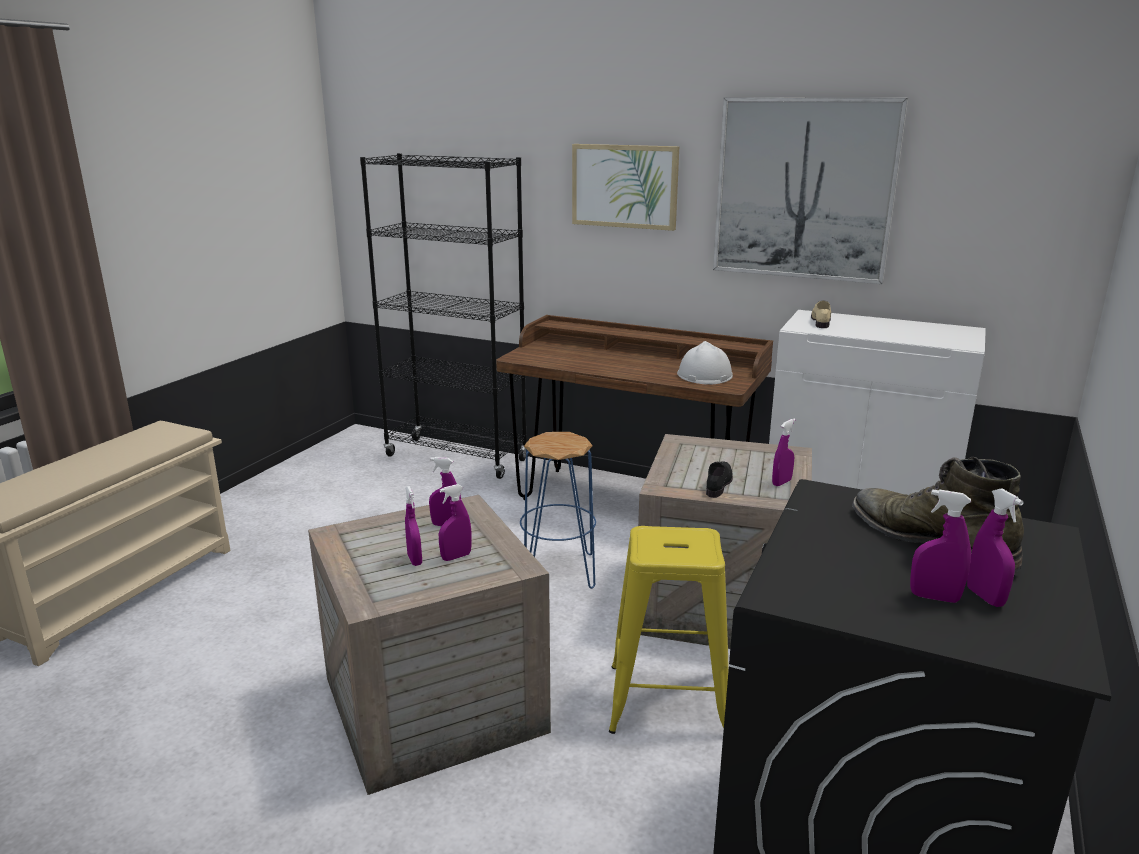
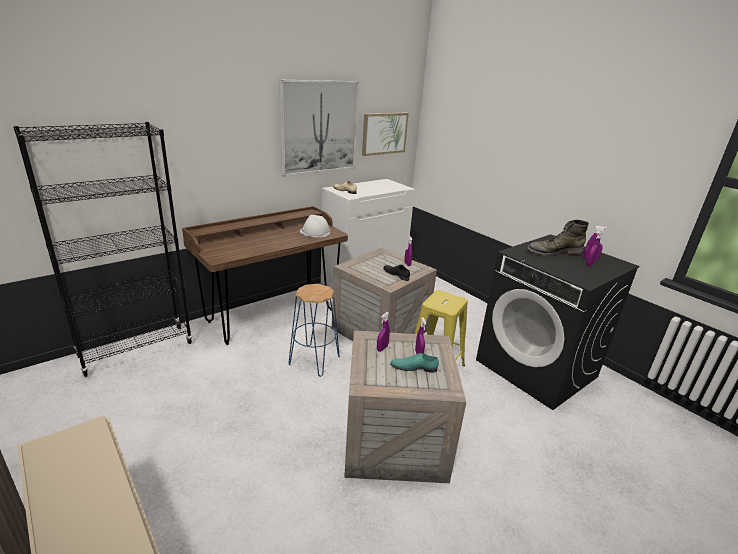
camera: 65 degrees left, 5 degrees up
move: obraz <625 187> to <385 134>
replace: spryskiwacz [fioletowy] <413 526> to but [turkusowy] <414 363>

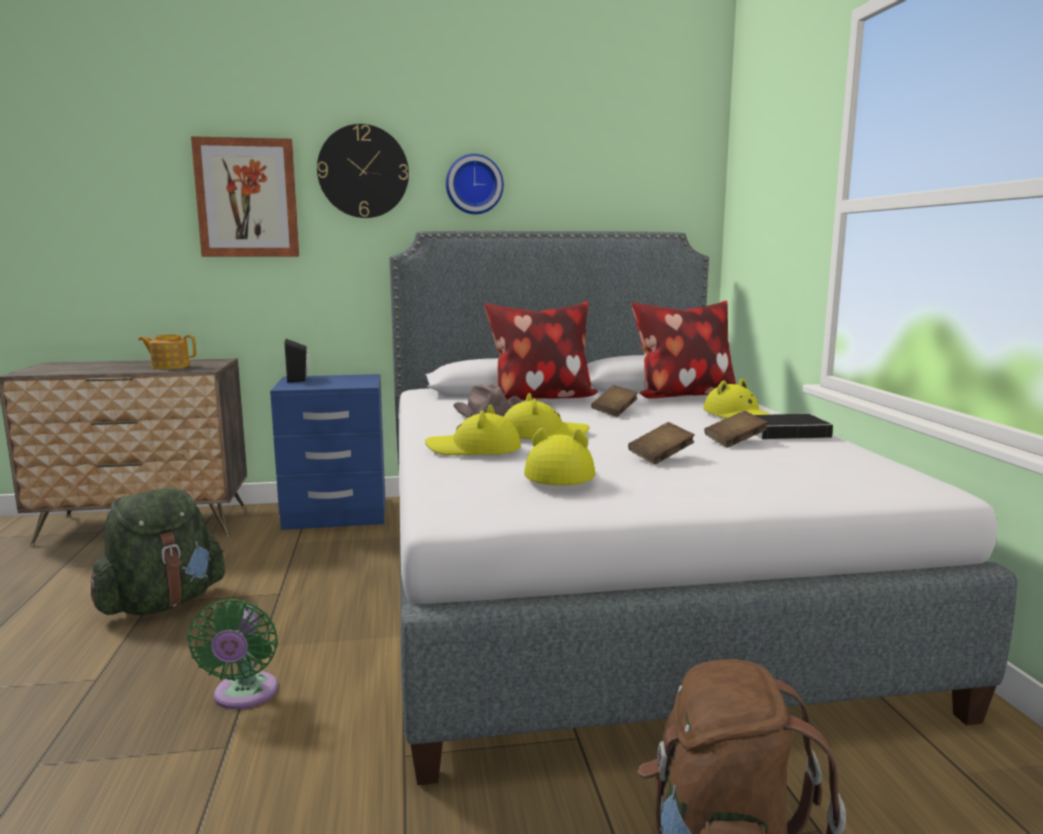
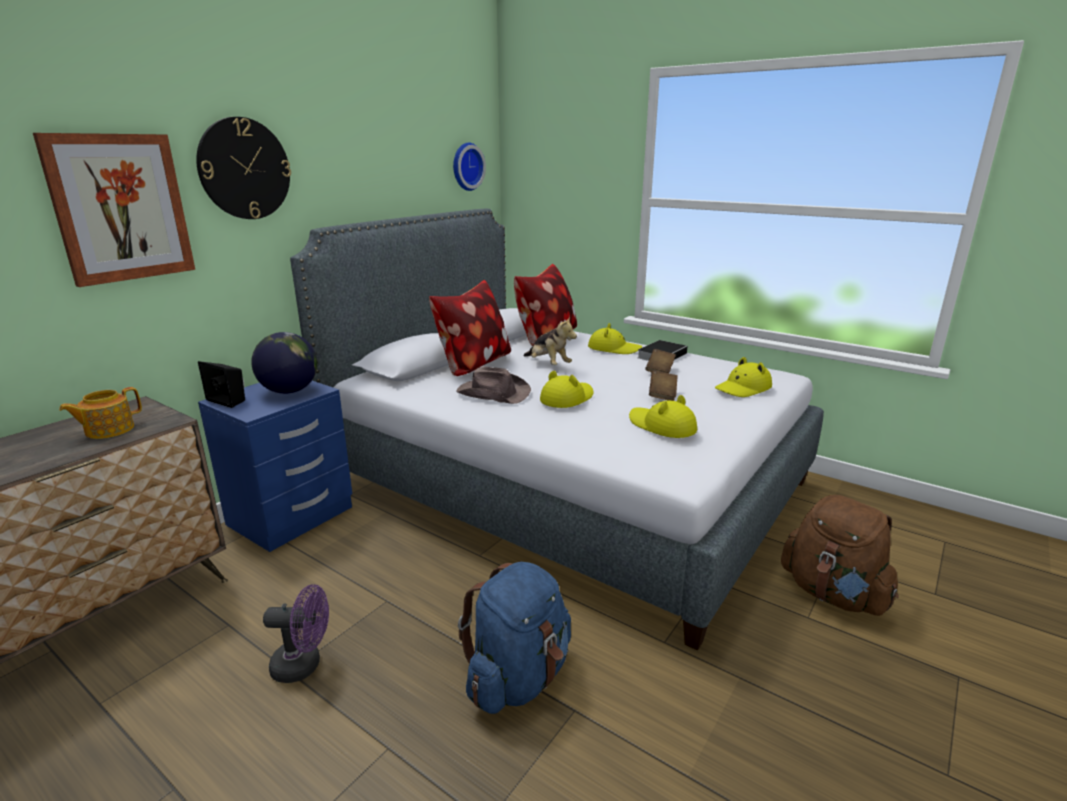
camera: 45 degrees left, 10 degrees up
insert: globus <284 363>
move: zegar ścienny <475 184> to <469 167>; kapelusz [żółty] <473 429> to <743 377>
replace: plecak [zielony] <157 551> to wentylator [fioletowy] <296 633>; wentylator [zielony] <232 654> to plecak [niebieski] <514 638>; książka [brązowy] <614 401> to pluszak <550 340>

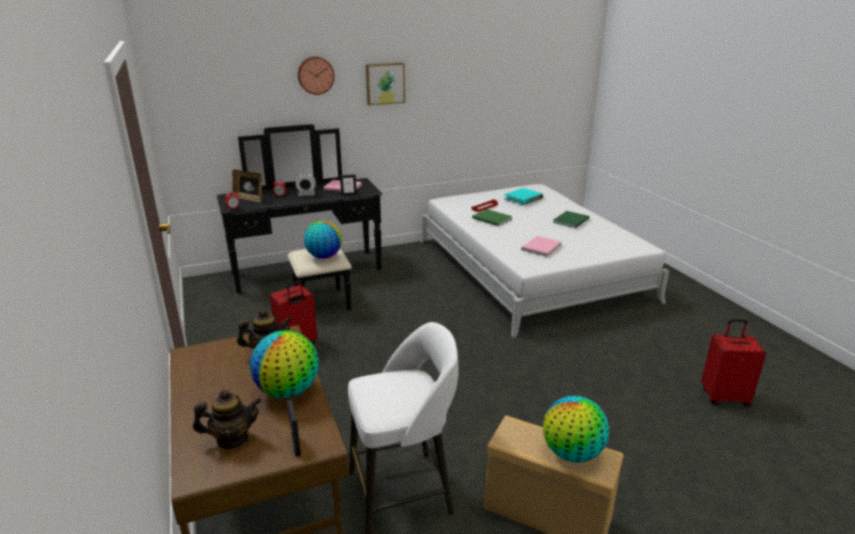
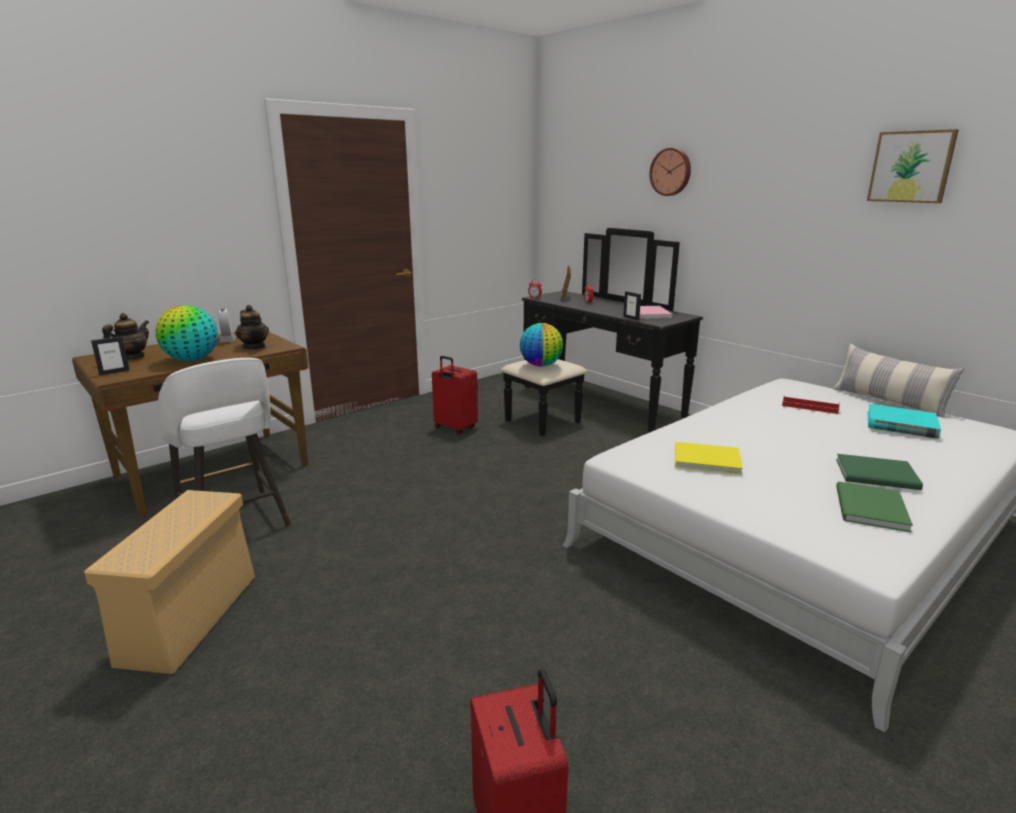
camera: 70 degrees right, 5 degrees down
delete: globus <576 429>
insert: poduszka <898 381>
move: budzik <305 184> to <227 326>; książka [zielony] <492 217> to <874 507>; obraz <385 84> to <913 166>
recolor: książka [różowy] <541 246> to książka [żółty] <709 458>
rotate: imbryk <227 419> = <125 336> 120 degrees counterclockwise

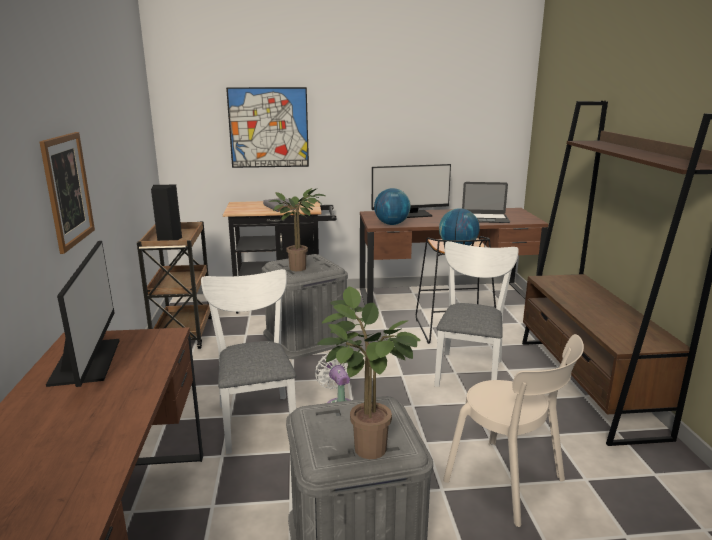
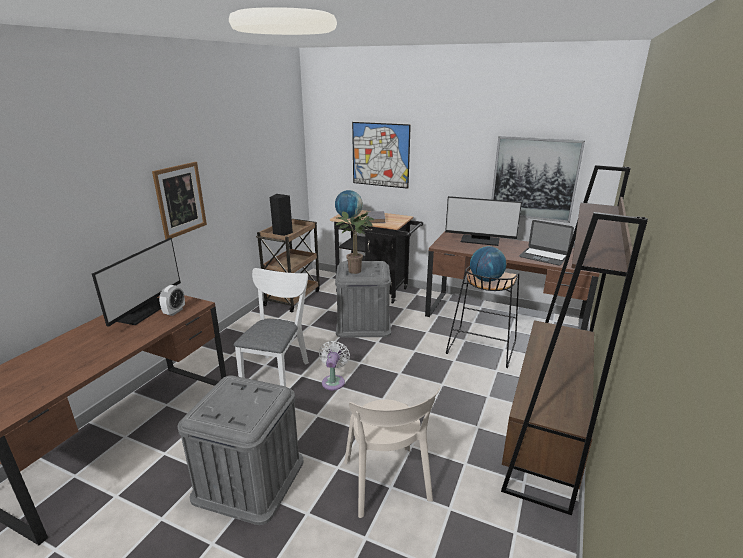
camera: 30 degrees right, 5 degrees up
delete: roślina doniczkowa <369 372>; krzesło [biały] <476 314>
insert: budzik <172 300>; obraz <538 179>
move: globus <392 206> to <349 204>

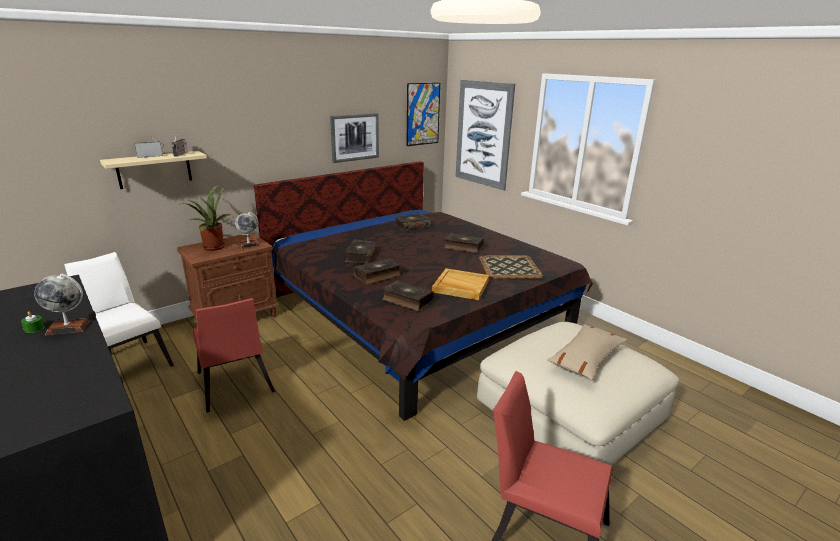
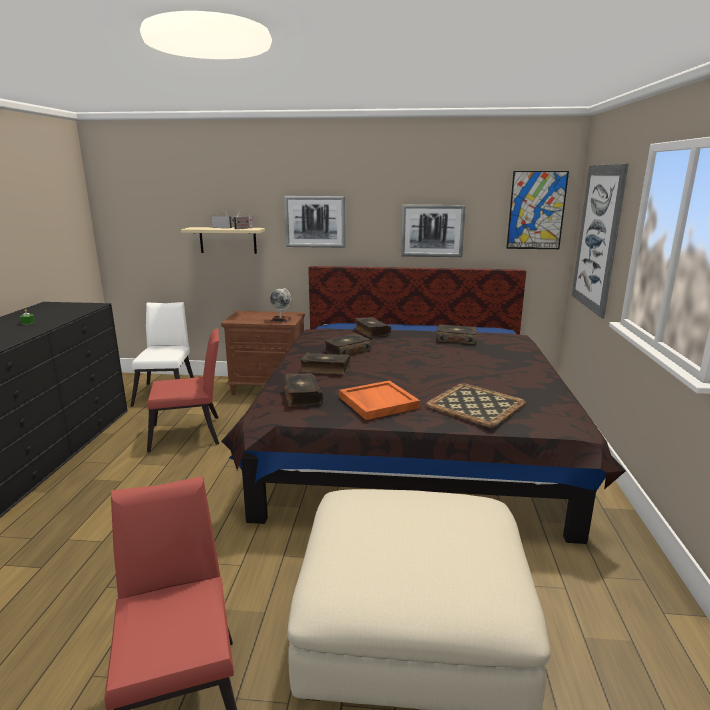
camera: 45 degrees right, 5 degrees down
delete: globus <62 305>; roślina doniczkowa <209 217>; poduszka [beżowy] <587 352>
insert: obraz <315 222>
move: książka <464 243> to <372 327>
recolor: taca [beżowy] <460 284> to taca [pomarańczowy] <379 400>
rotate: krzesło [czerwony] <234 355> = <183 390> 120 degrees counterclockwise

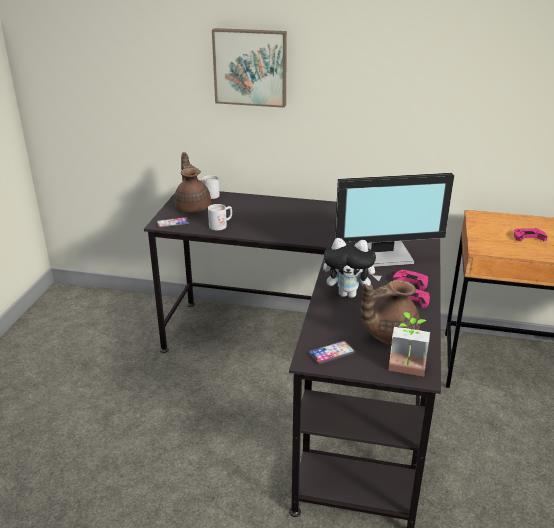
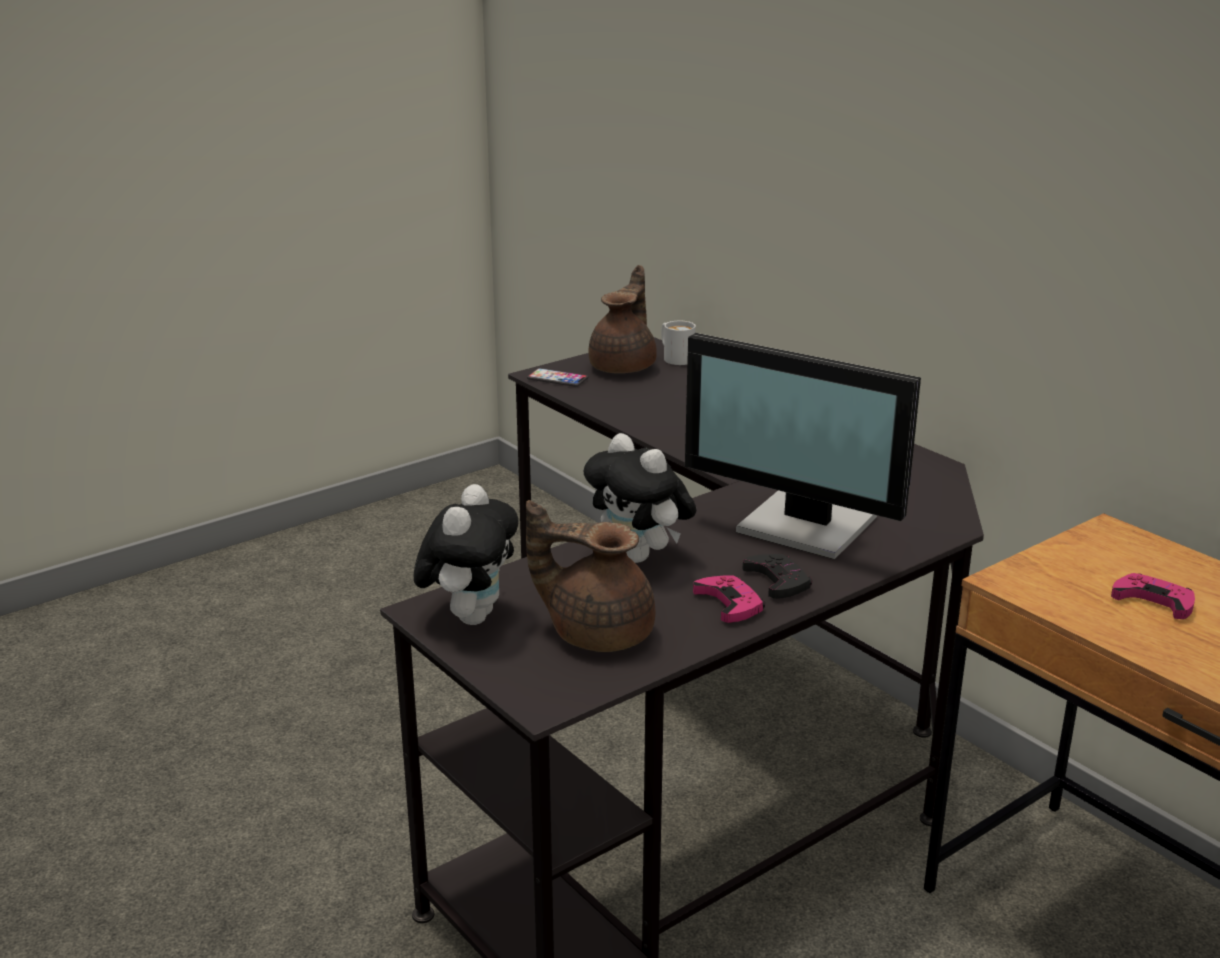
camera: 40 degrees right, 5 degrees down
delete: kubek [biały] <220 217>; obraz <249 68>; roślina doniczkowa <409 344>
replace: telefon <332 352> to pluszak <466 554>
recolor: pad do gier [różowy] <410 280> to pad do gier [czarny] <777 576>

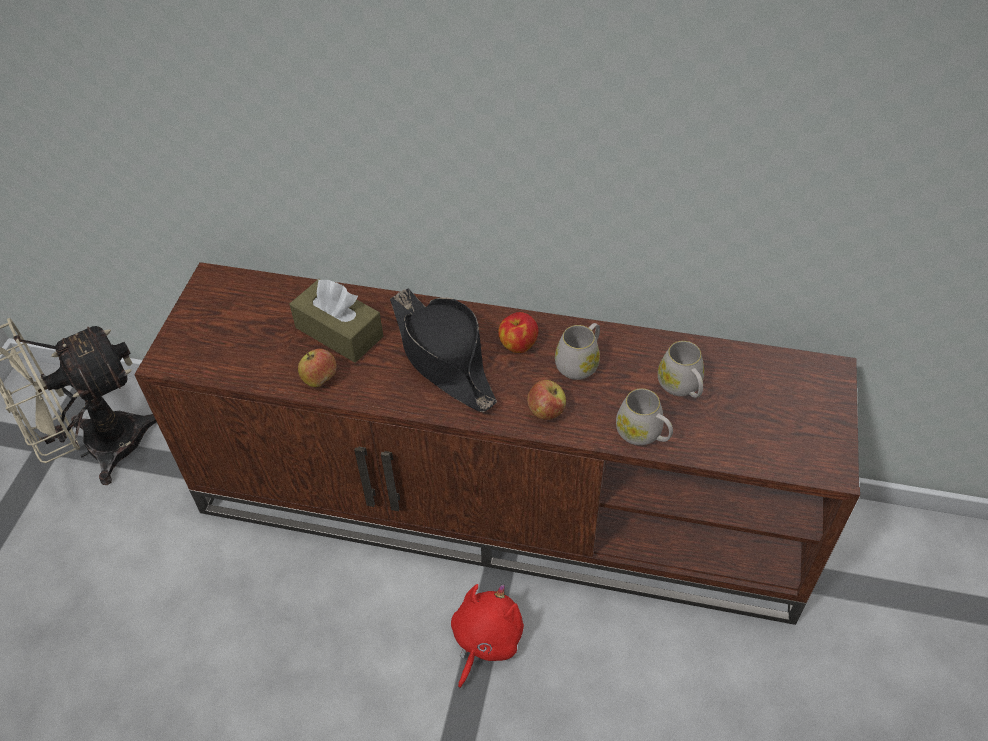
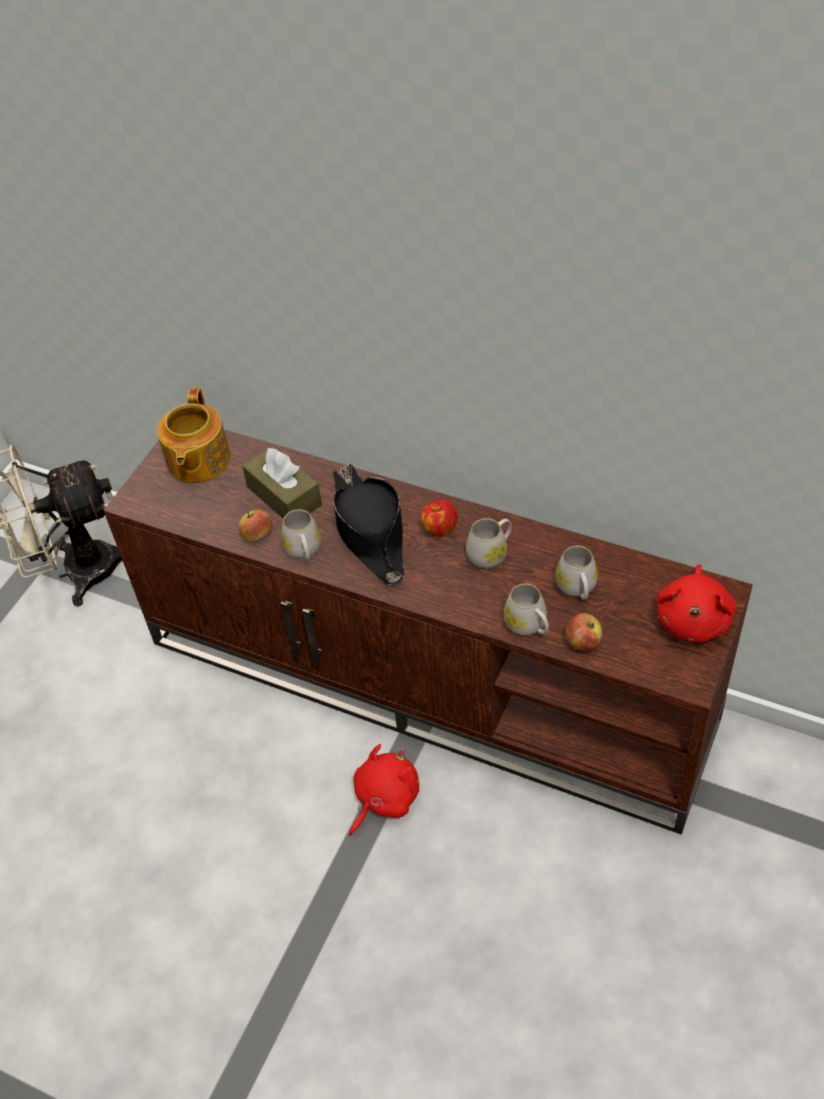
camera: 15 degrees right, 0 degrees up
insert: imbryk <194 435>; kubek [biały] <301 534>; pluszak [czerwony] <697 603>
move: jabłko <546 400> to <584 632>

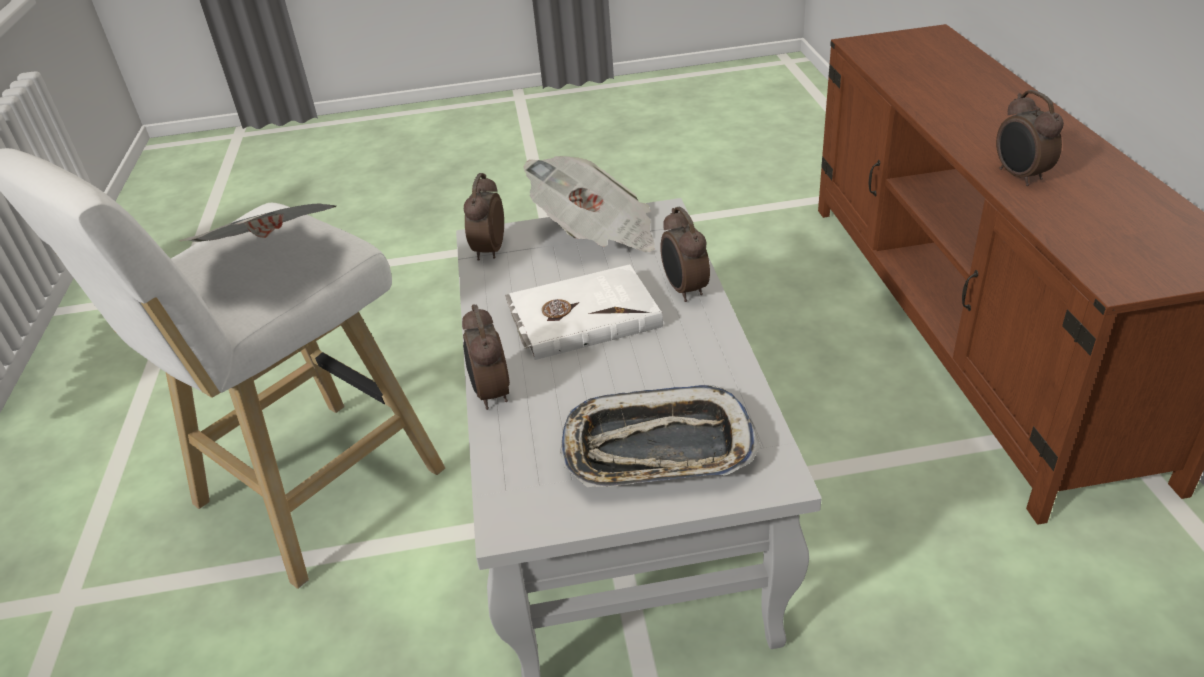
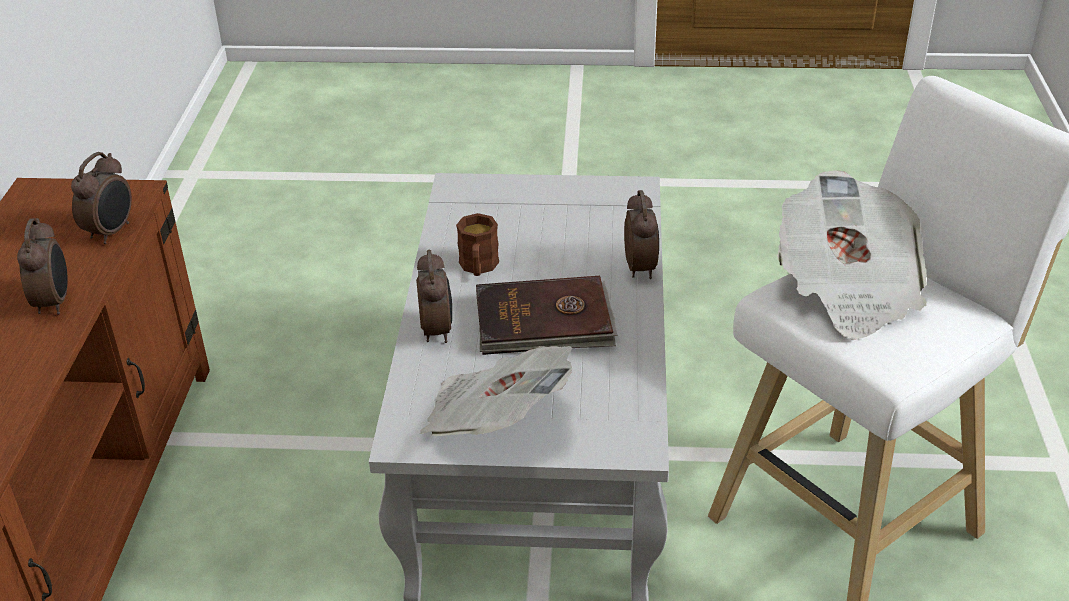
camera: 170 degrees left, 0 degrees up
delete: taca <660 436>
insert: kubek [brązowy] <477 244>
move: budzik <484 217> to <101 198>
recolor: książka [biały] <584 312> to książka [brązowy] <547 315>

